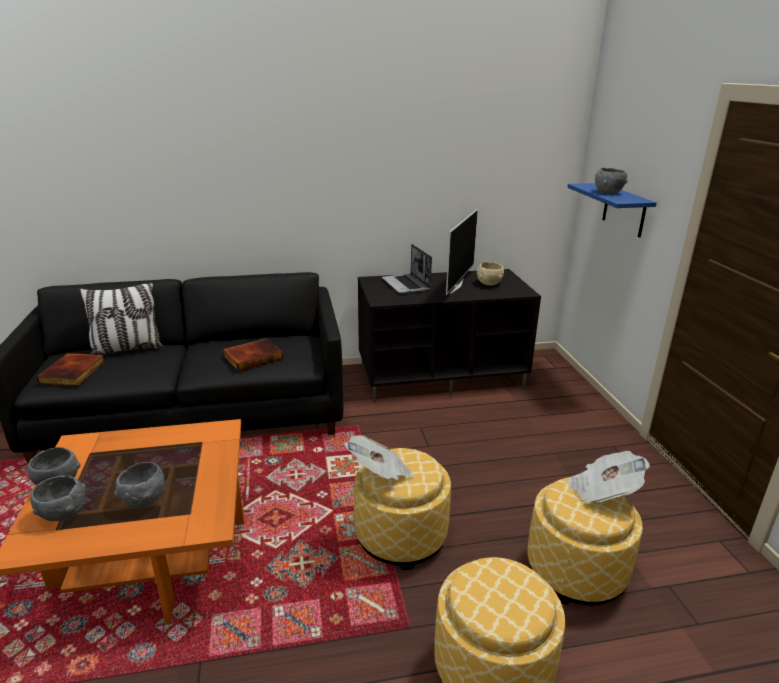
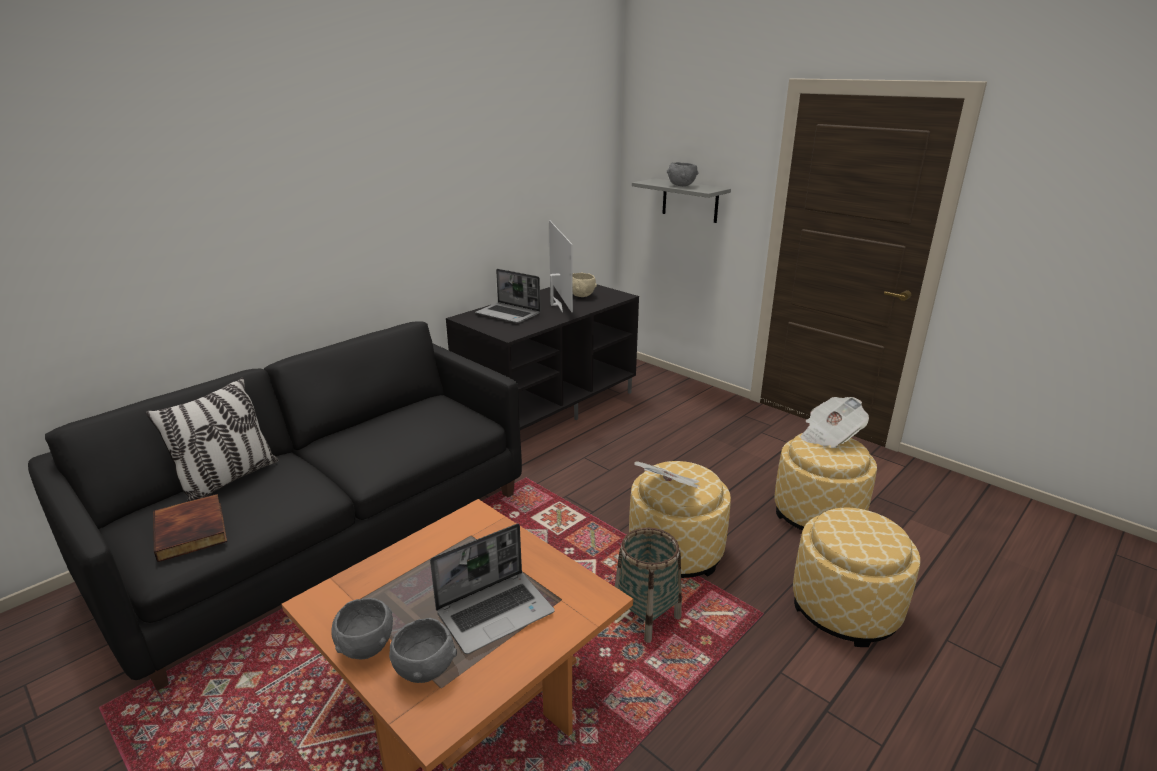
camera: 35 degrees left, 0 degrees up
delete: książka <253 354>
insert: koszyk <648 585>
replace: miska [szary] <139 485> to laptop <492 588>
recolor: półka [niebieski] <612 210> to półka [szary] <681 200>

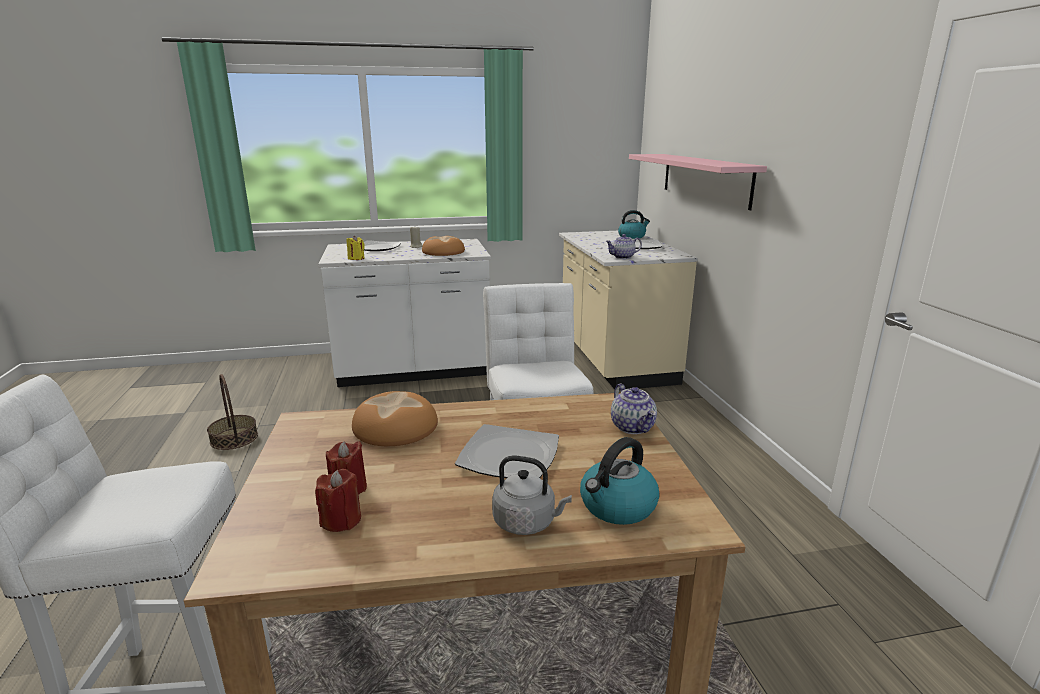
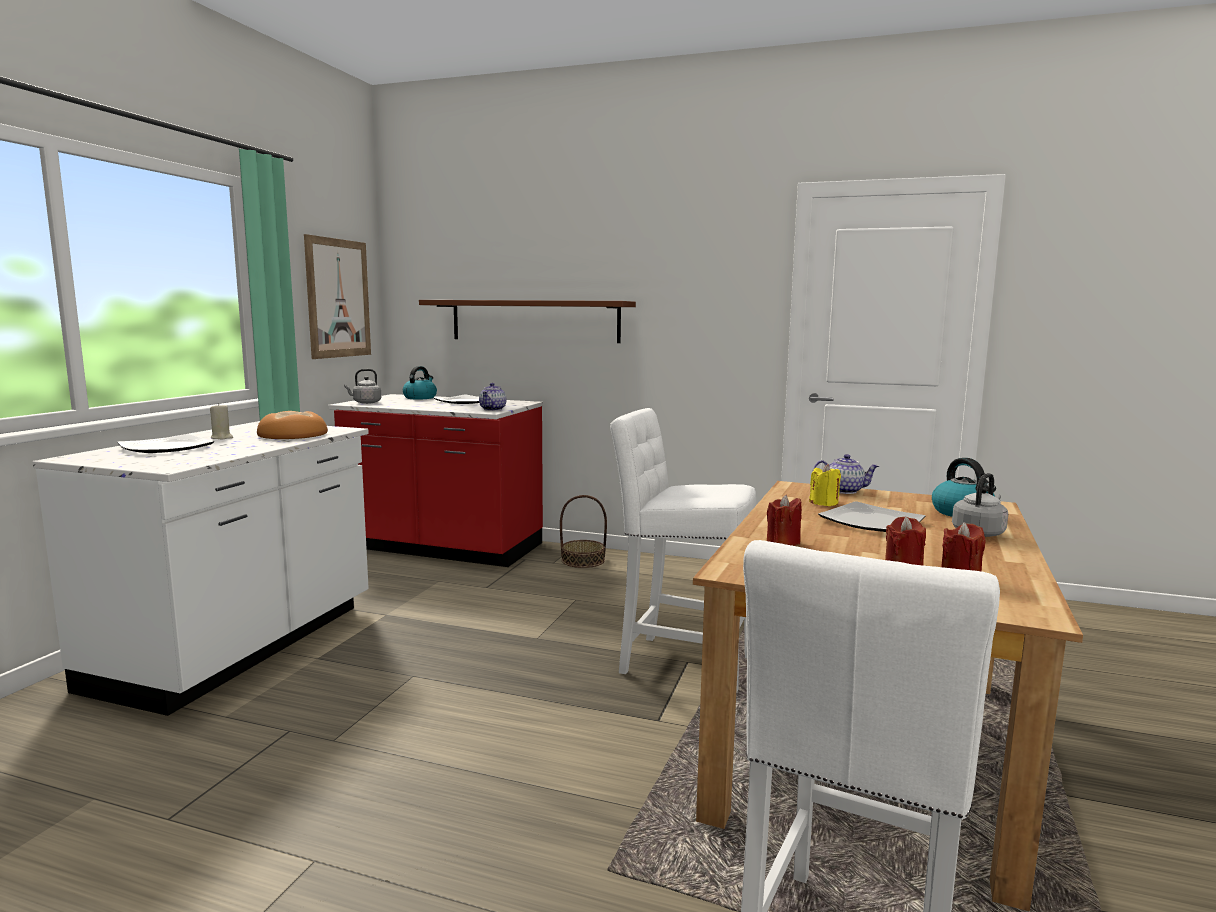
camera: 60 degrees left, 10 degrees down
insert: obraz <337 296>; czajnik [szary] <362 386>
move: koszyk <232 412> to <583 531>; świeca [żółty] <356 248> to <825 485>
replace: chleb <395 418> to świeca [czerwony] <784 520>
recolor: zabudowa kuchenna [beżowy] <628 310> to zabudowa kuchenna [czerwony] <435 480>; półka [różowy] <698 182> to półka [brązowy] <527 321>

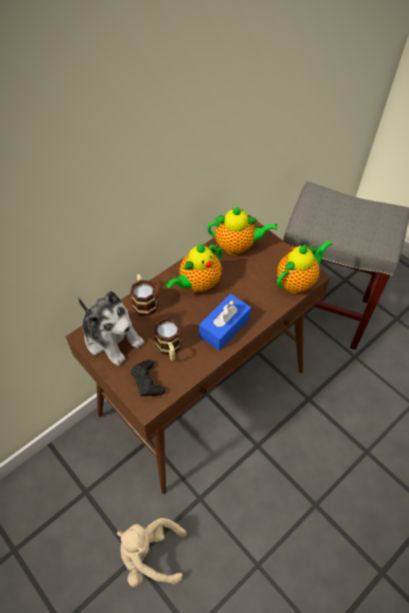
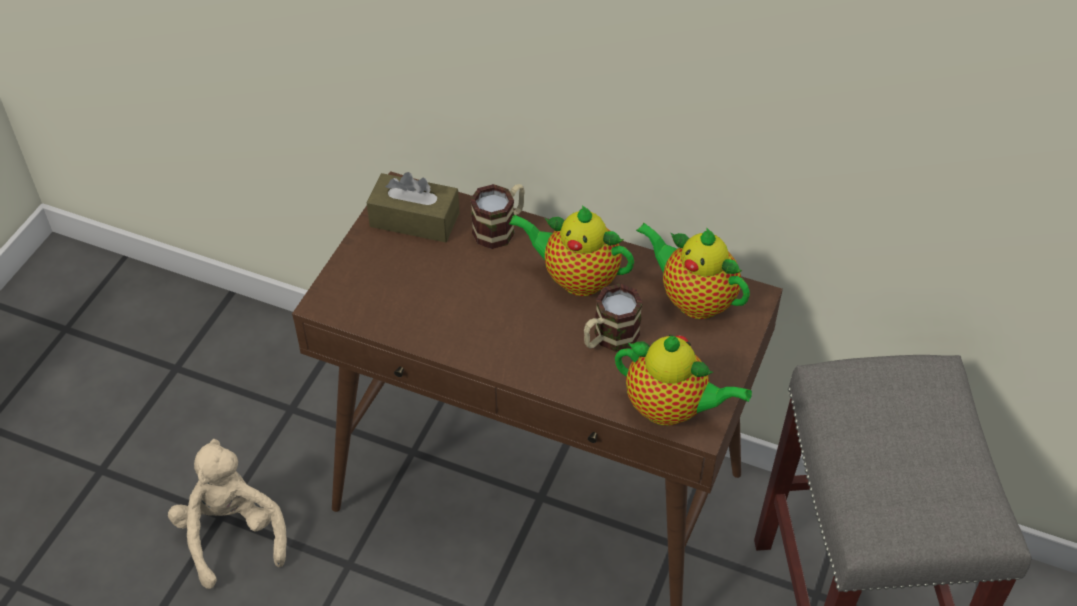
camera: 65 degrees right, 5 degrees down
delete: pad do gier [czarny] <148 378>; pudełko chusteczek [niebieski] <225 322>
move: kubek <168 339> to <613 318>
replace: pluszak <111 328> to pudełko chusteczek [brązowy] <413 207>
rotate: imbryk <242 231> = <693 271> 150 degrees clockwise

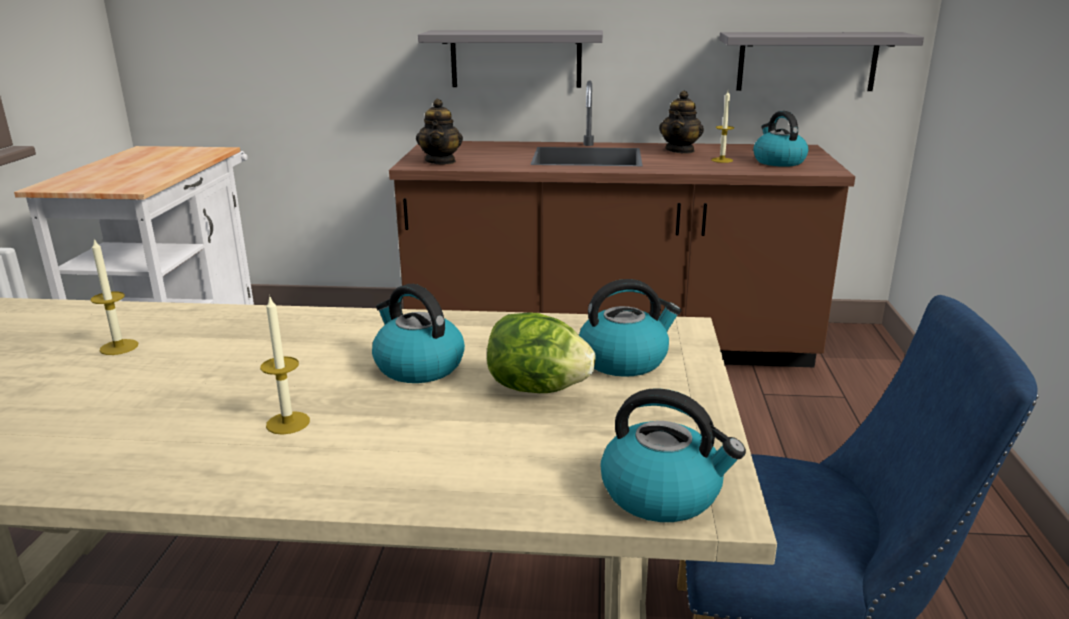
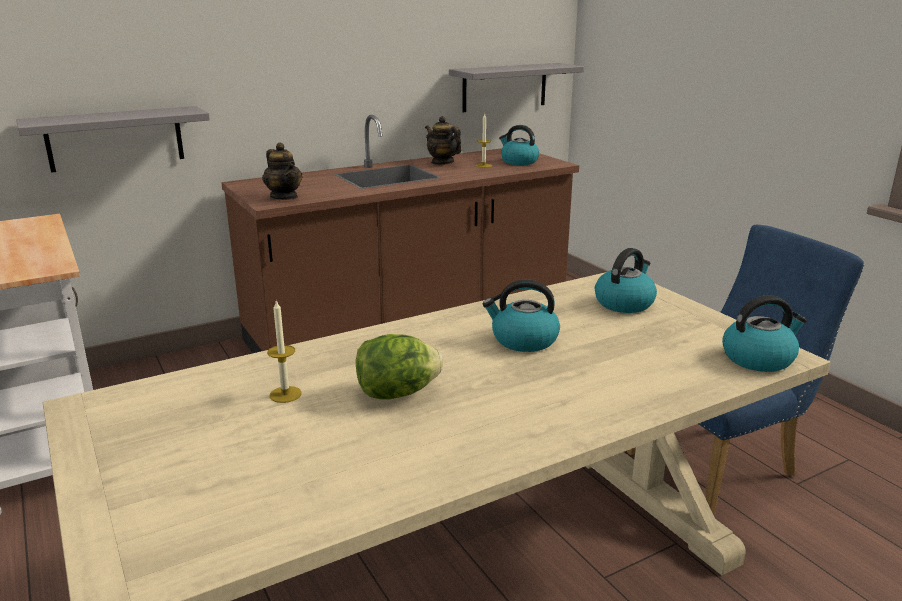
camera: 35 degrees left, 0 degrees up
delete: świeca <285 365>
move: półka [szary] <510 59> to <113 139>; sałata <541 352> to <399 366>
rotate: imbryk <681 122> = <443 140> 150 degrees clockwise

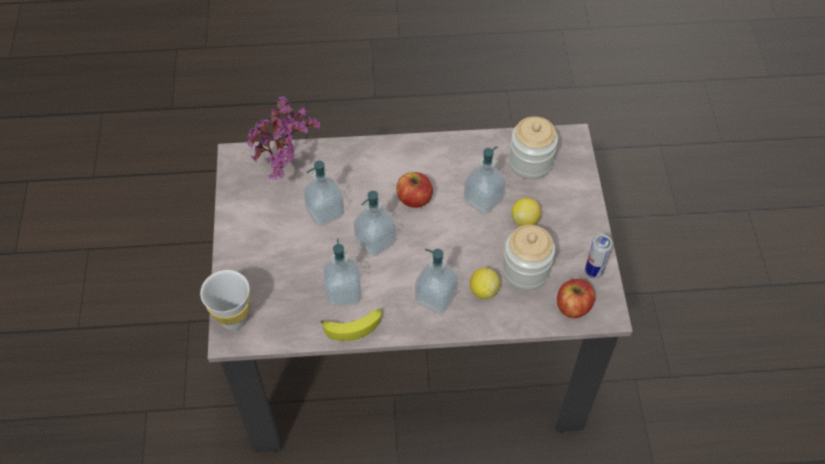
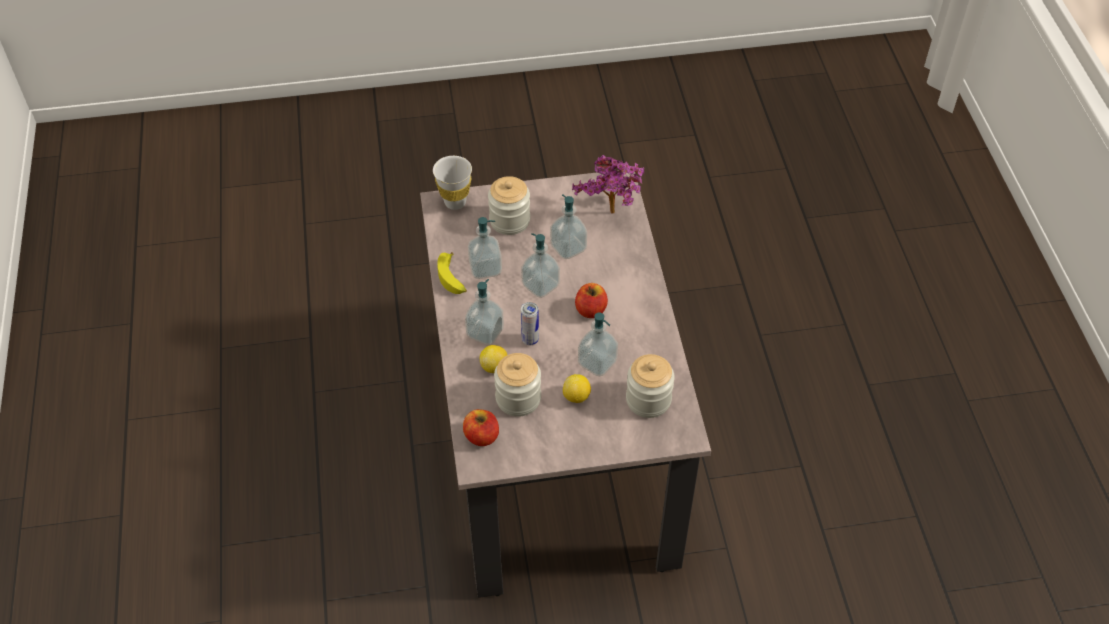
camera: 85 degrees right, 5 degrees down
insert: słoik <509 205>
move: puszka <599 256> to <530 323>

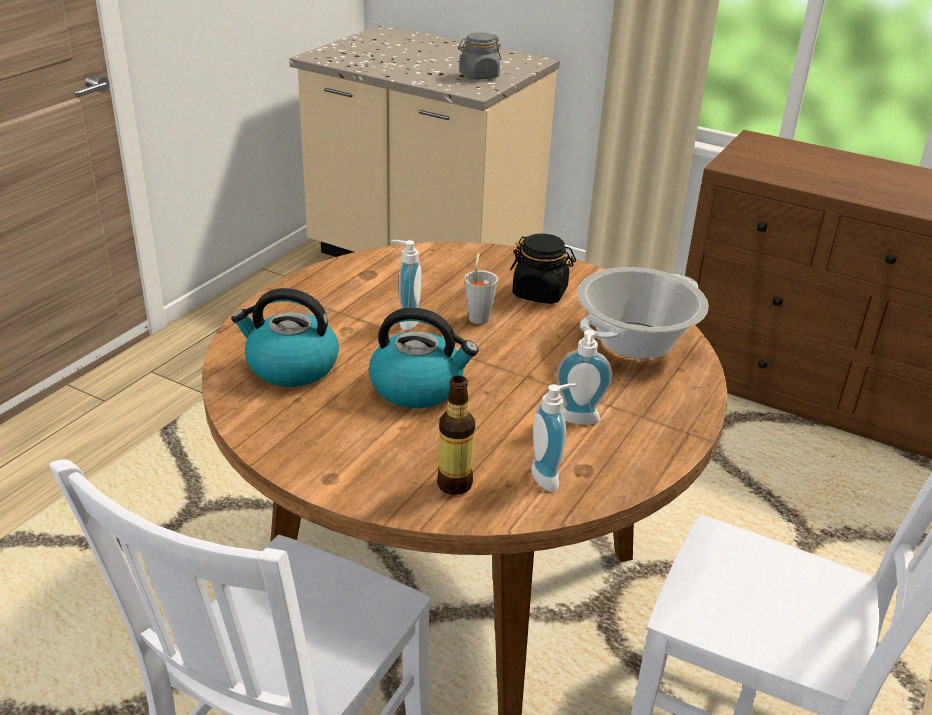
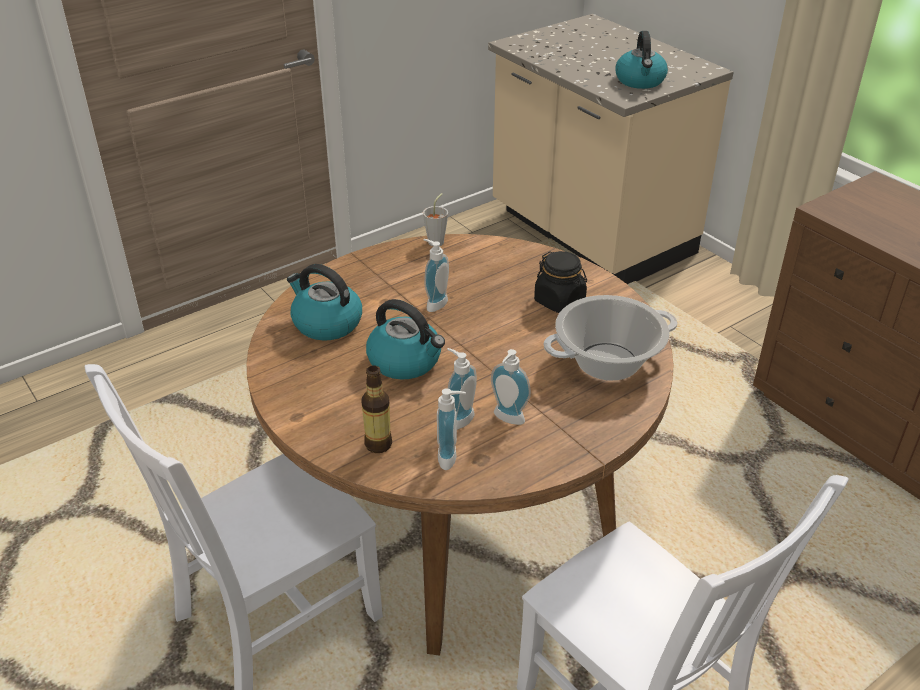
camera: 25 degrees right, 5 degrees up
insert: dozownik mydła <462 389>
move: filiżanka [szary] <481 288> to <435 219>
replace: słoik [szary] <479 56> to czajnik <641 60>

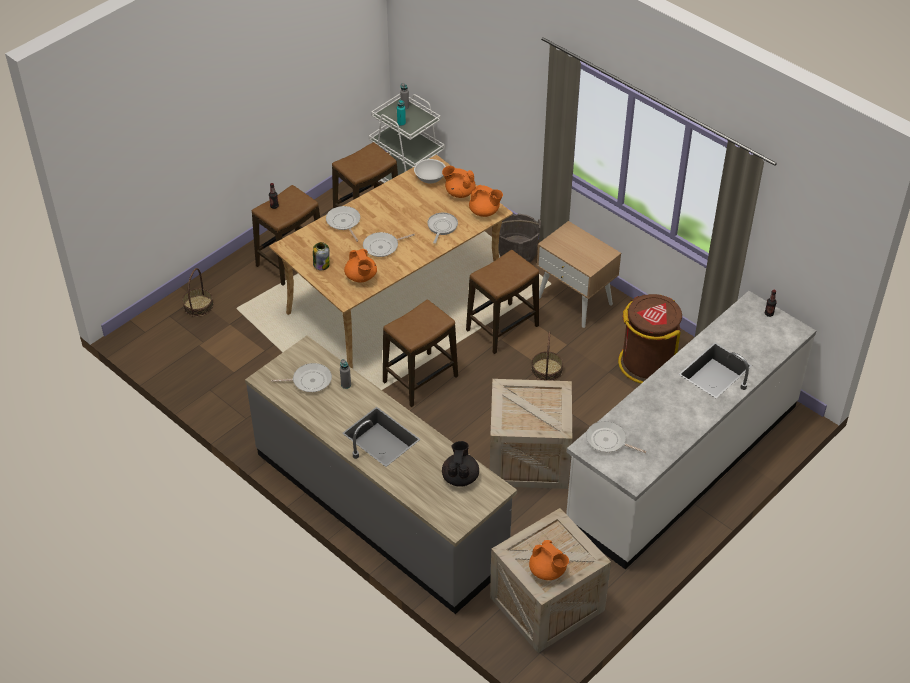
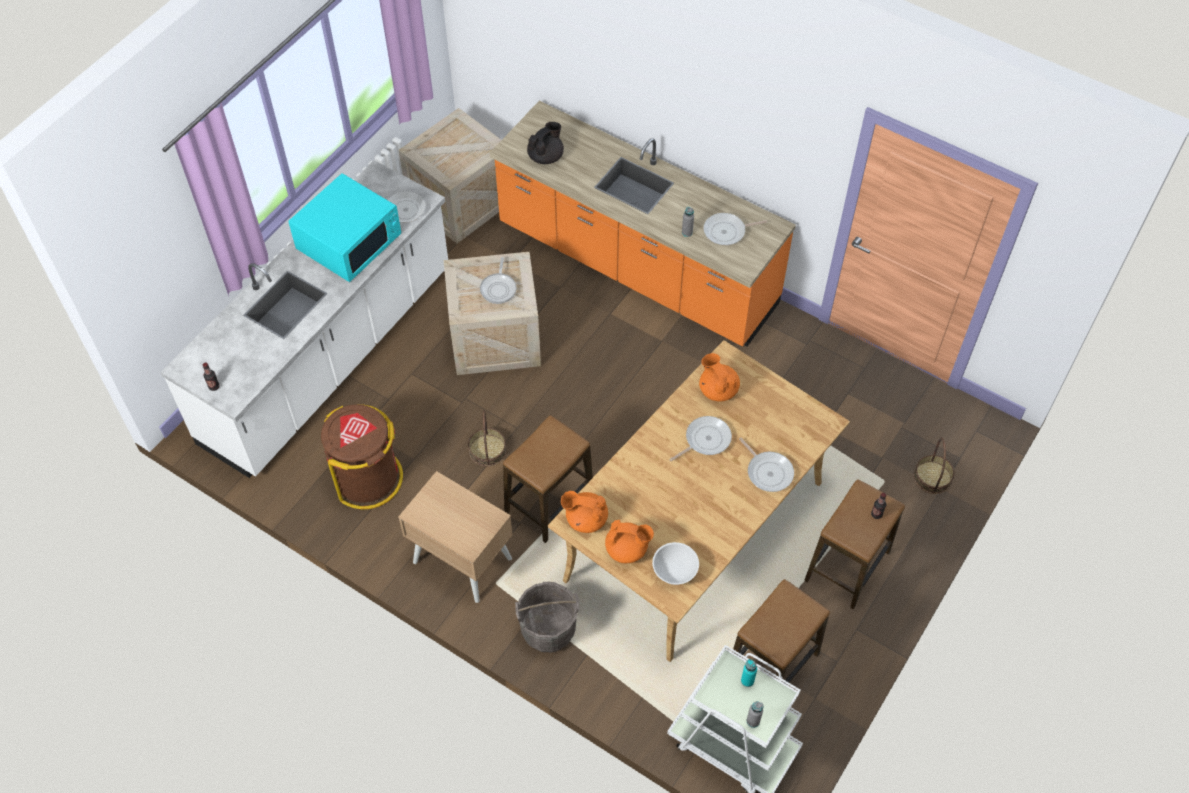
camera: 170 degrees right, 10 degrees up
delete: słoik <321 256>; stołek <420 353>; imbryk [pomarańczowy] <549 560>
insert: mikrofalówka [turkusowy] <344 227>
move: patelnia <442 228> to <498 280>
recolor: zabudowa kuchenna [szary] <381 475> to zabudowa kuchenna [pomarańczowy] <643 224>
rotate: imbryk [czarny] <460 464> = <545 143> 135 degrees counterclockwise

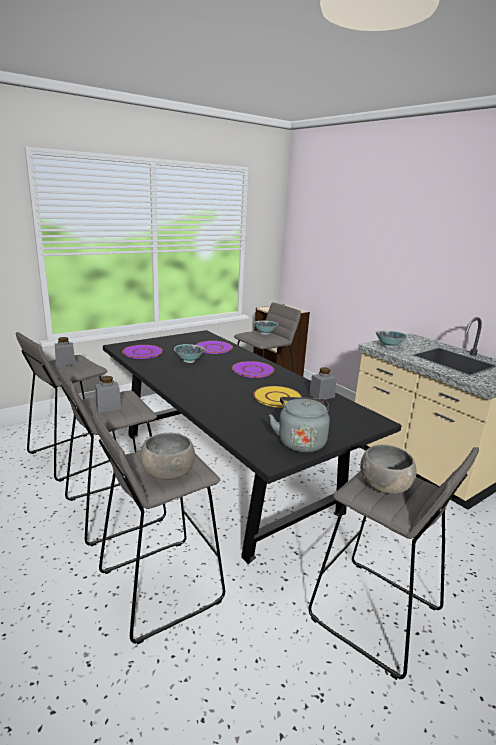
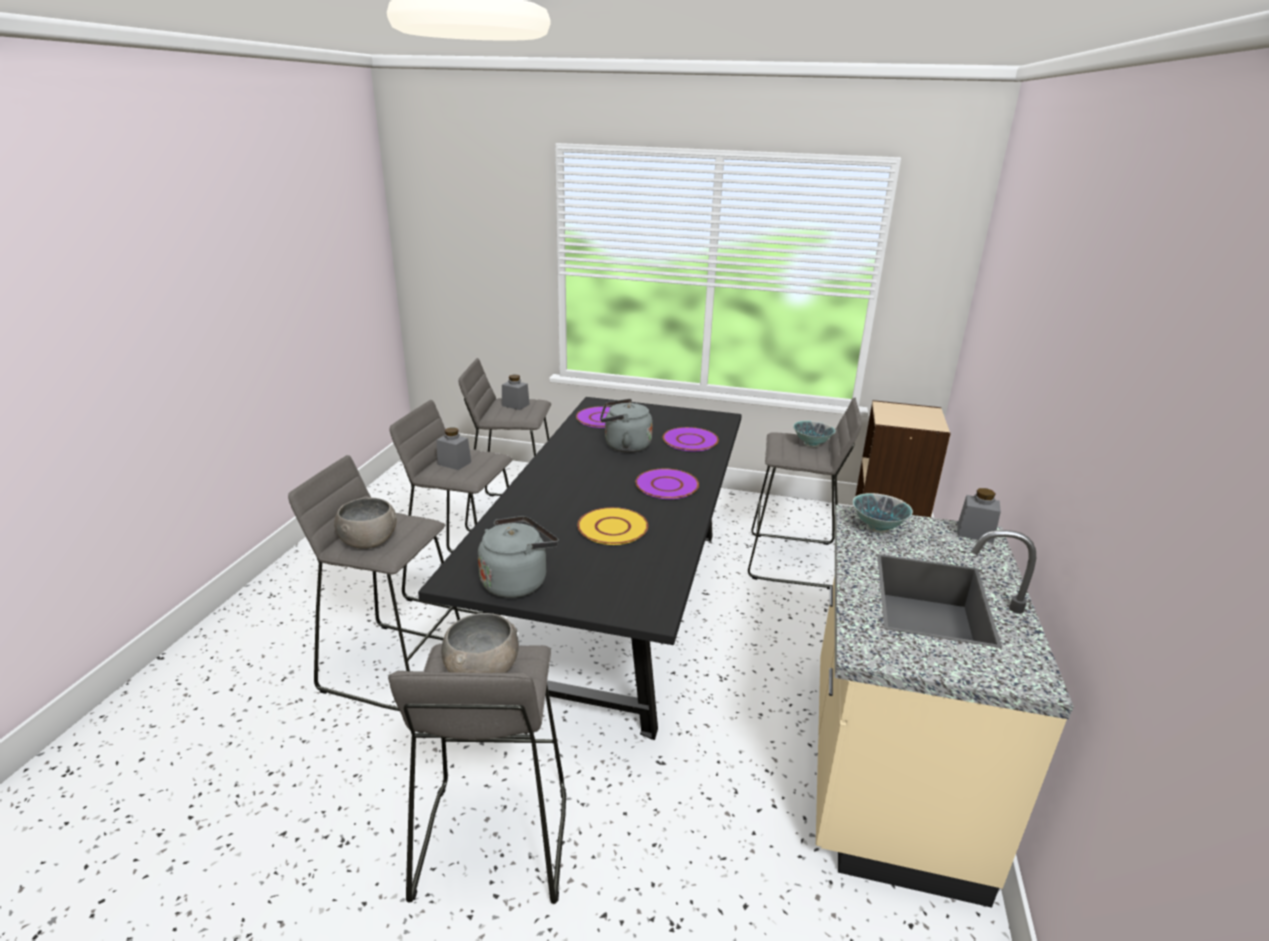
camera: 50 degrees right, 5 degrees up
move: słoik [szary] <322 383> to <979 515>
replace: miska <189 353> to czajnik [szary] <626 426>

